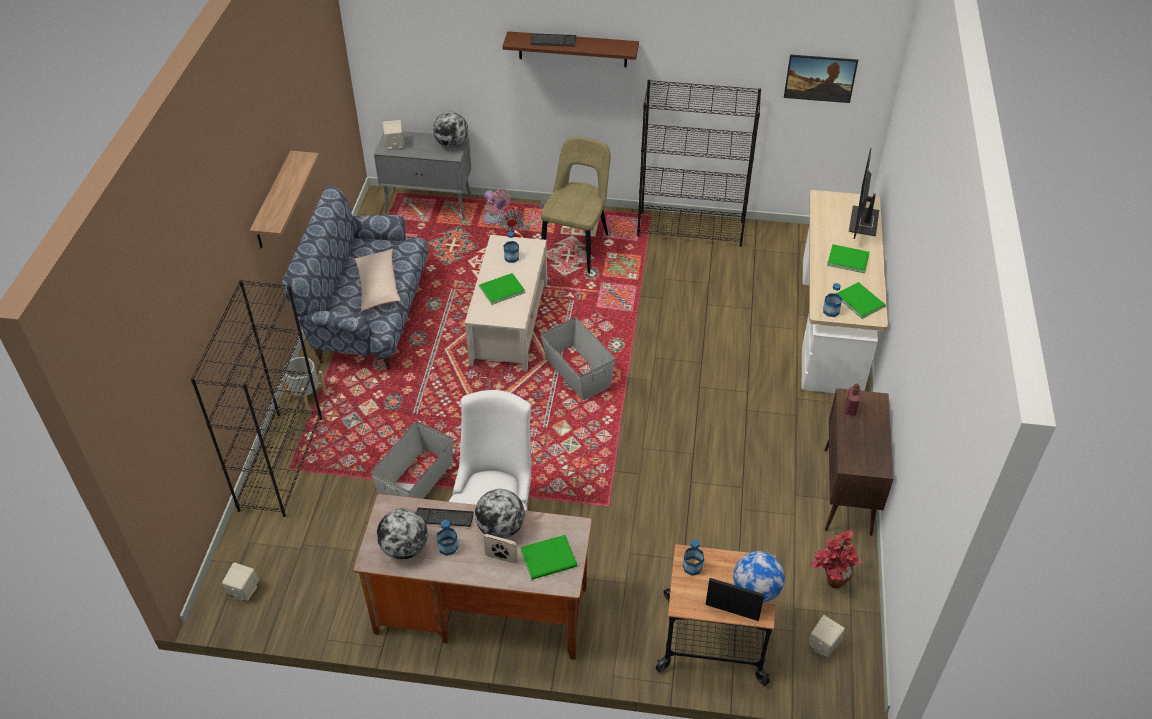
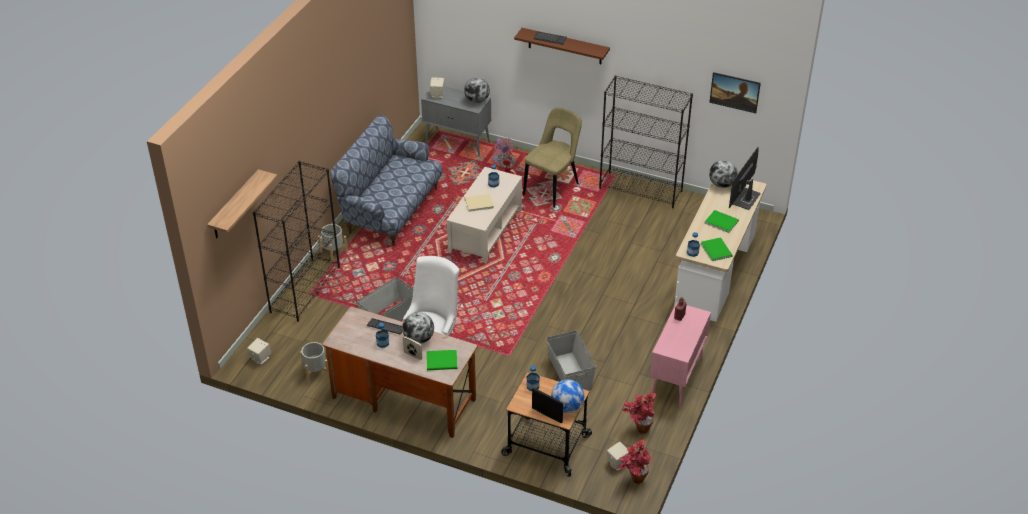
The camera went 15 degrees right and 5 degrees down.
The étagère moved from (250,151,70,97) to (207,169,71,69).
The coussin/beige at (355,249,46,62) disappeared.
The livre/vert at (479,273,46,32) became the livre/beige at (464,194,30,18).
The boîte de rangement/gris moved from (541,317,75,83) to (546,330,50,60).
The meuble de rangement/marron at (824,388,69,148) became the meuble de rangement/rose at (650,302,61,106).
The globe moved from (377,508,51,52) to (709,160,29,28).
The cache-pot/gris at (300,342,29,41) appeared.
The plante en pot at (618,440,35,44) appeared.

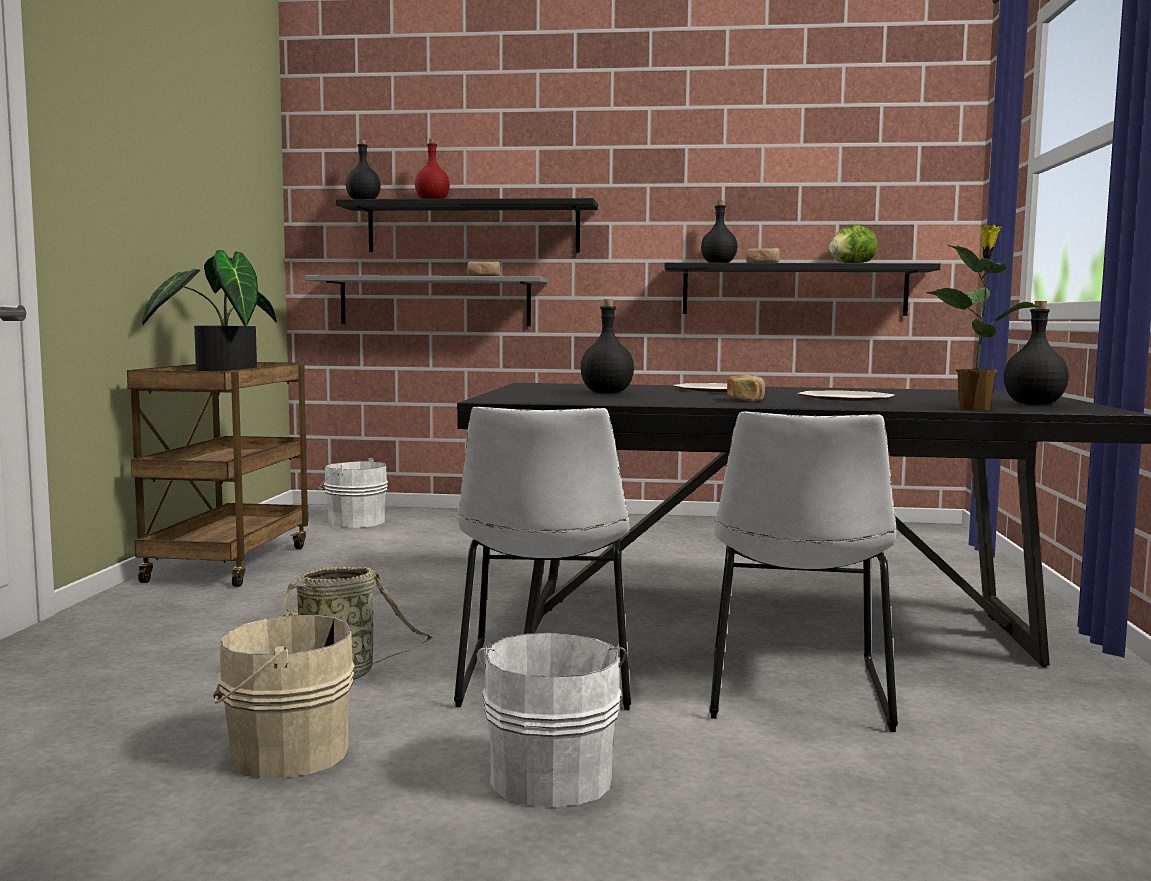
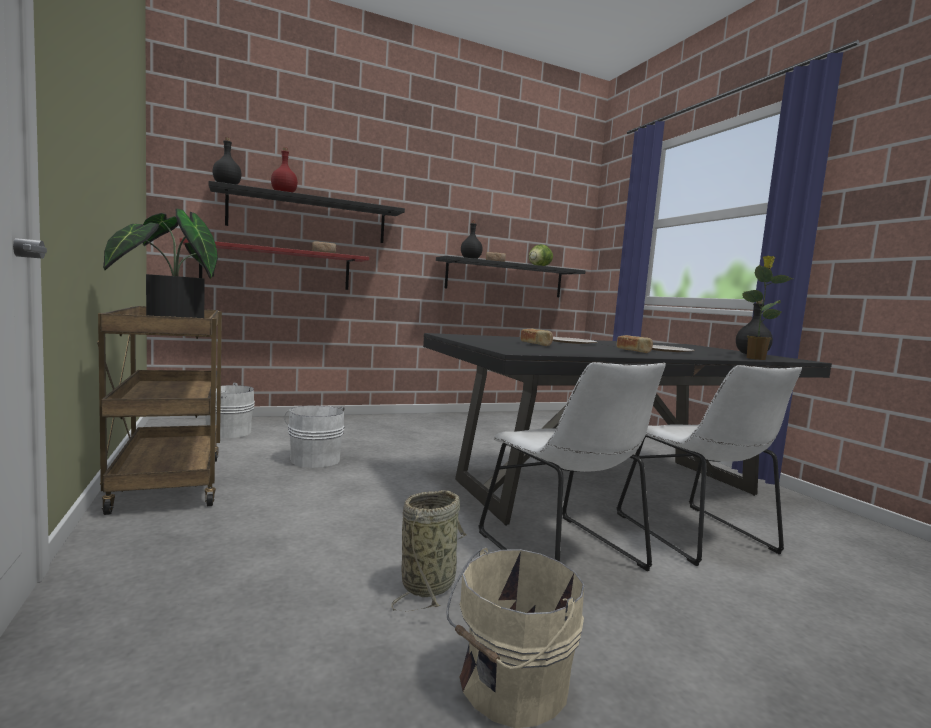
The camera went 30 degrees left and 0 degrees up.
The étagère/gris at (305,275,243,51) became the étagère/rouge at (180,238,189,52).
The bouteille/noir at (581,299,53,95) was replaced by the pain at (520,328,33,18).
The seau/blanc moved from (476,633,151,174) to (284,405,61,63).

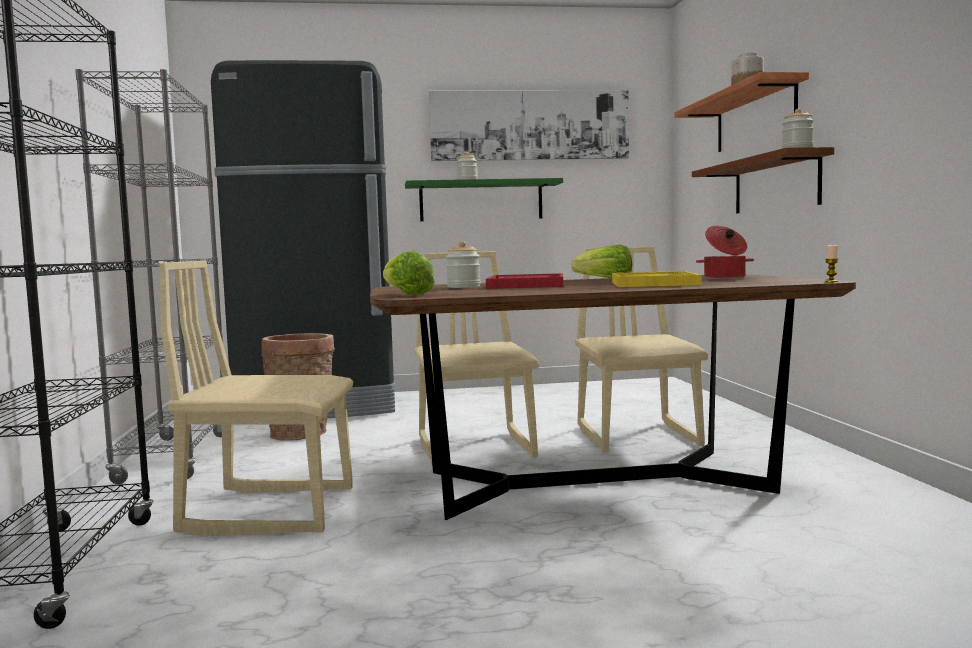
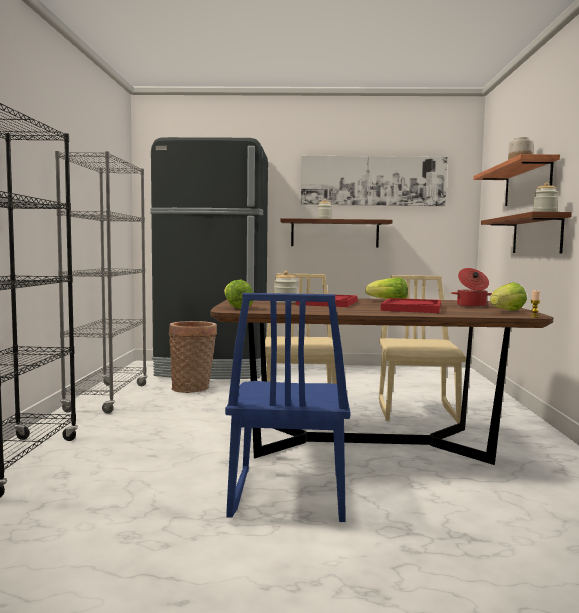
The camera went 10 degrees right and 0 degrees up.
The étagère/vert at (405,178,158,43) became the étagère/marron at (280,218,113,29).
The chaise/beige at (159,261,194,275) disappeared.
The plateau/jaune at (612,271,90,16) became the plateau/rouge at (381,298,60,15).
The laitue at (490,282,37,29) appeared.
The chaise/bleu at (225,293,125,229) appeared.

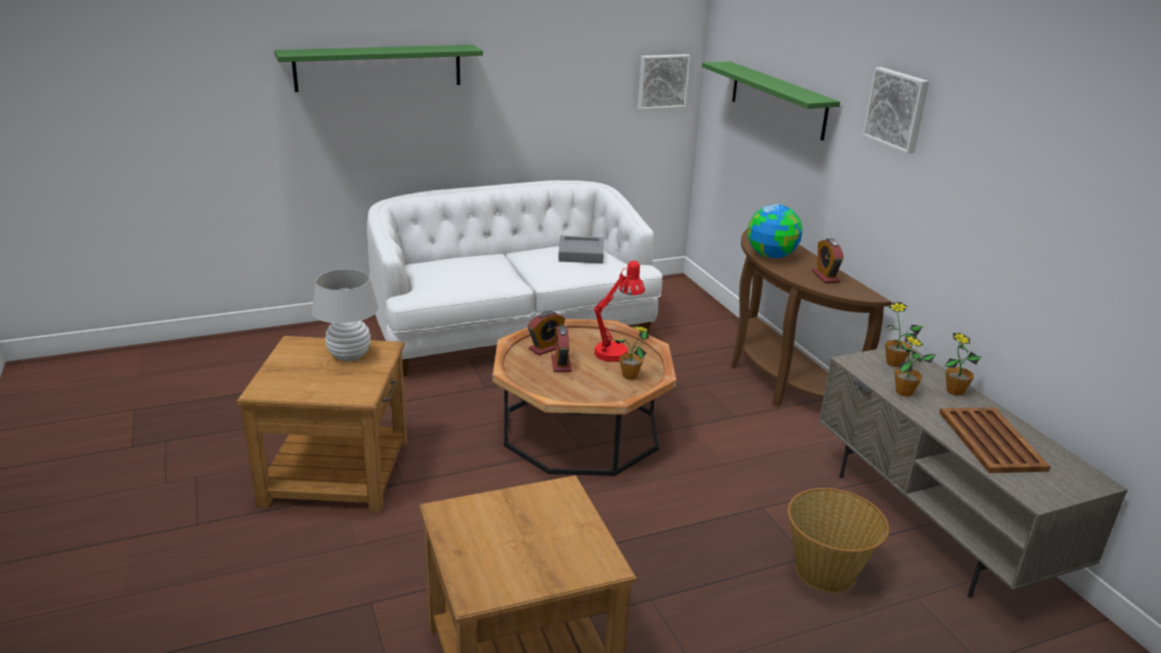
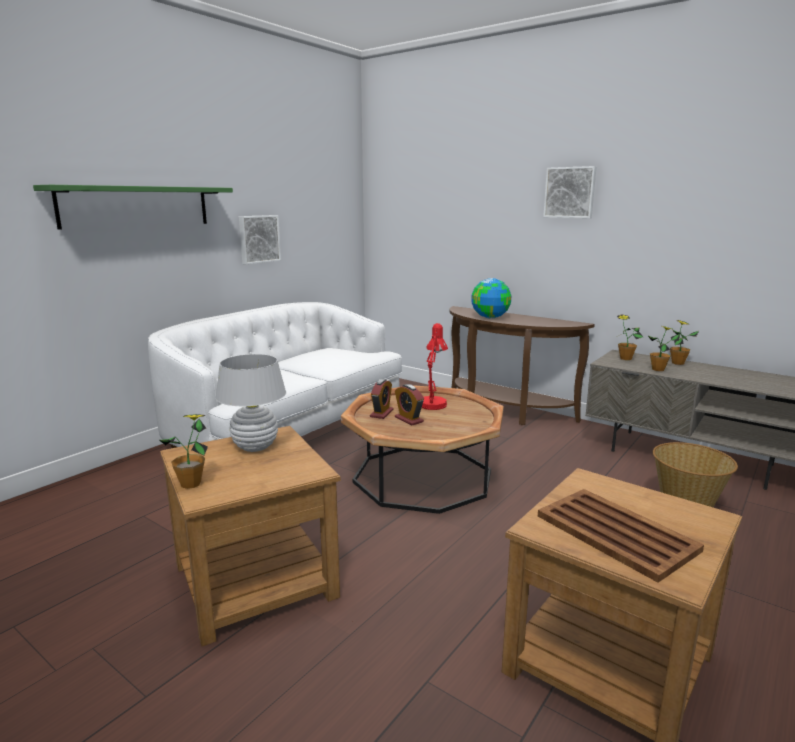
The camera went 30 degrees left and 10 degrees down.
The tableau moved from (637,54,53,56) to (239,215,42,49).
The étagère/vert at (702,61,138,80) disappeared.
The plateau/gris at (558,236,46,27) disappeared.
The réveil at (812,238,32,45) disappeared.
The plante en pot moved from (615,326,34,54) to (160,414,48,75).
The plateau/marron moved from (939,407,112,66) to (538,489,166,94).

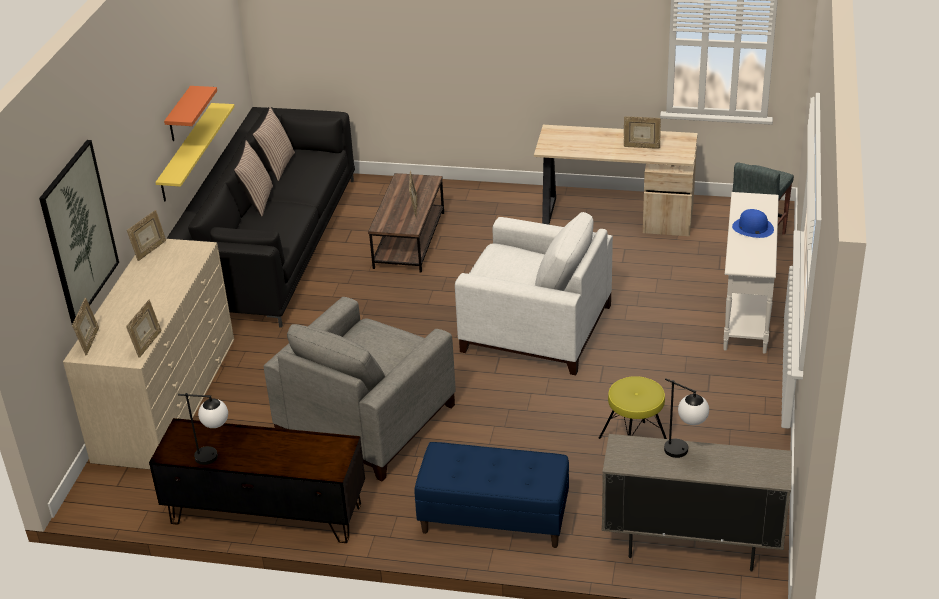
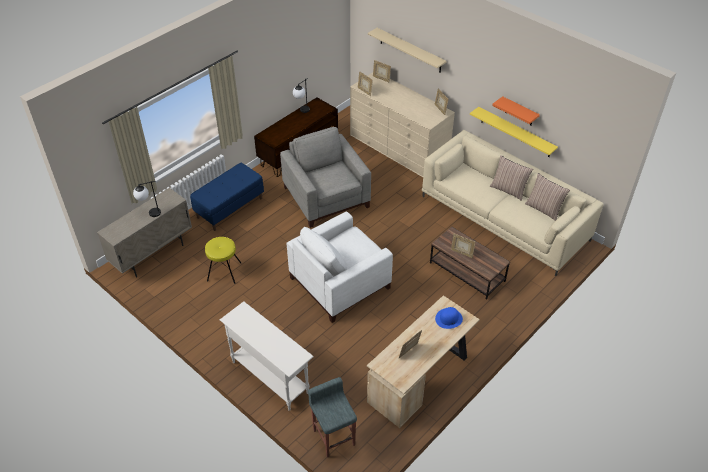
The camera went 120 degrees right and 10 degrees up.
The canapé/noir at (167,107,188,221) became the canapé/beige at (422,130,182,146).
The tableau at (39,140,80,184) was replaced by the étagère/beige at (368,28,79,45).
The chapeau/bleu moved from (732,209,42,29) to (435,307,28,22).

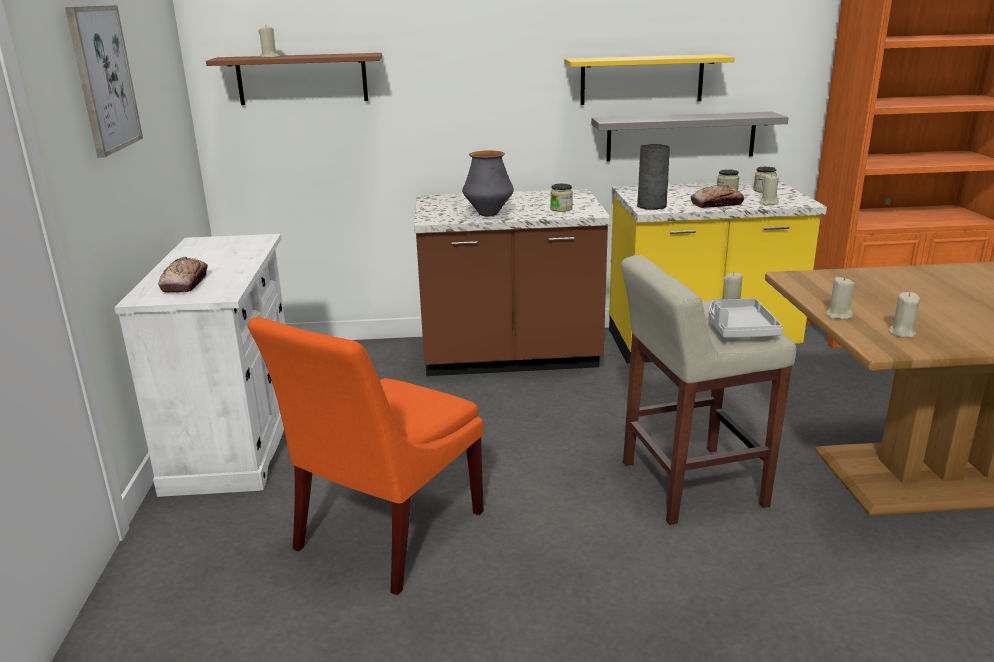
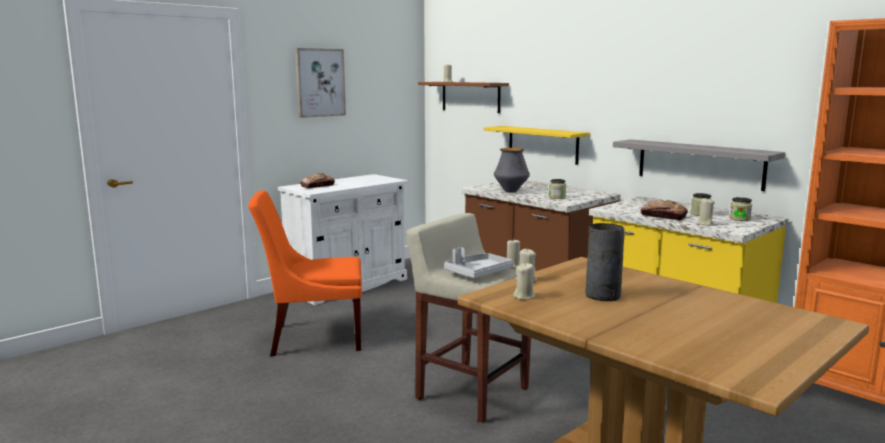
The camera went 50 degrees right and 10 degrees down.
The étagère/jaune moved from (564,54,171,51) to (484,126,106,39).
The vase/gris moved from (637,144,33,66) to (585,223,40,78).

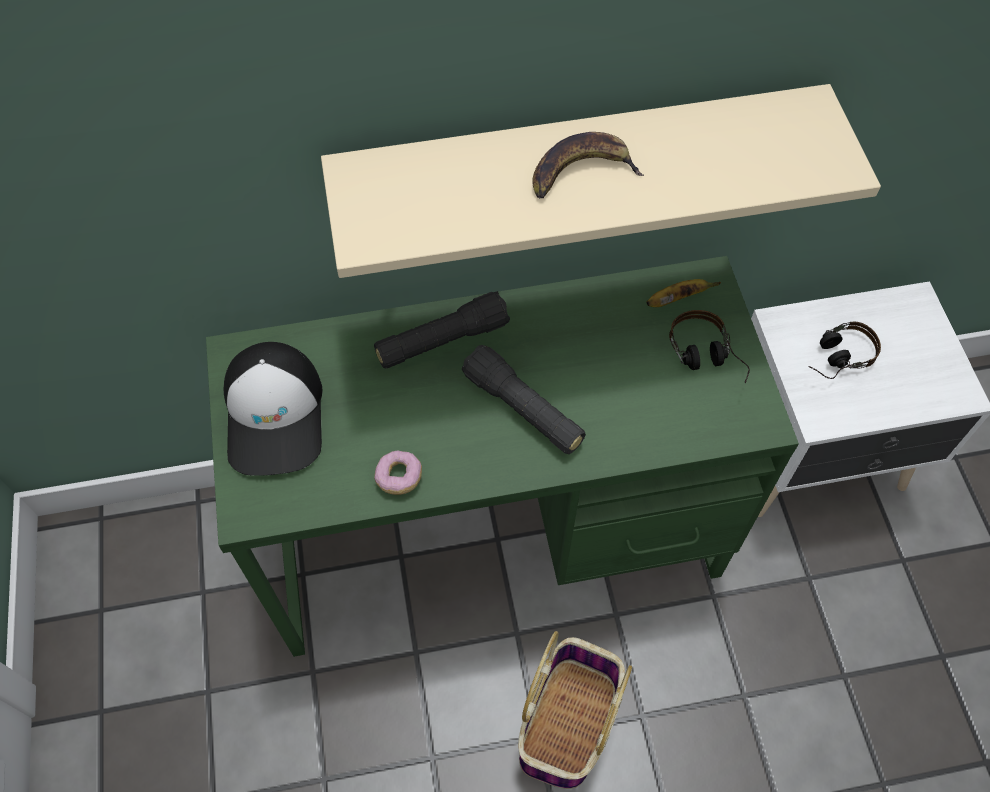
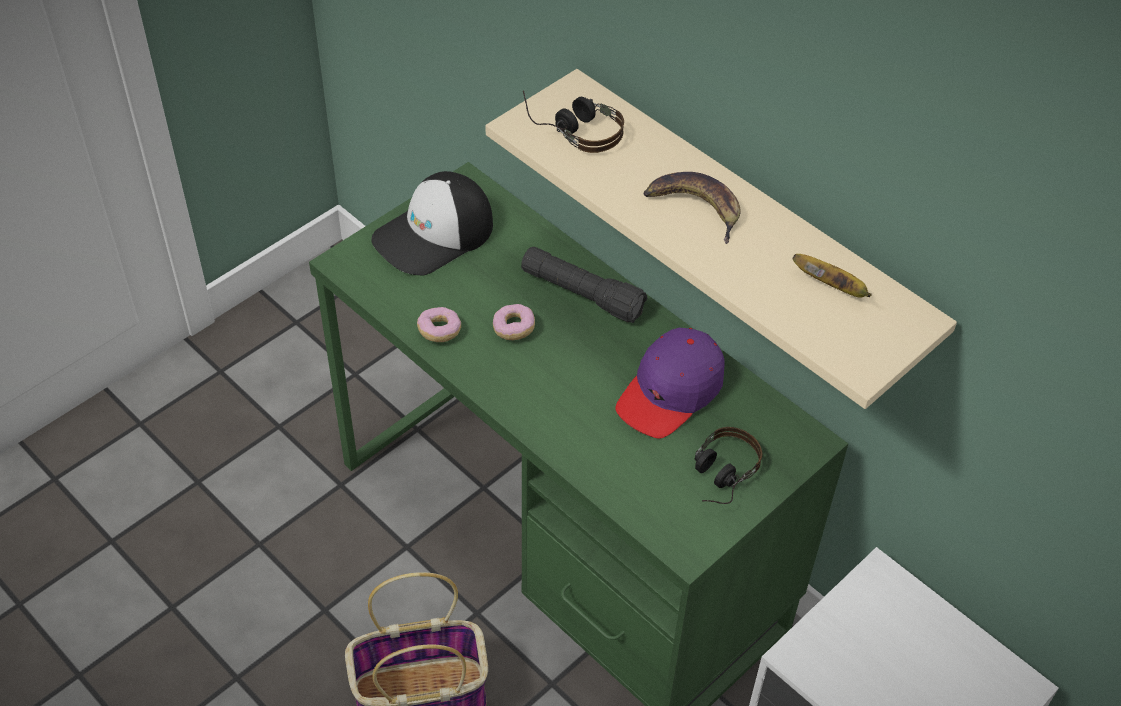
The camera went 55 degrees right and 10 degrees down.
The banane moved from (646,279,75,28) to (793,254,79,44).
The casque audio moved from (809,322,72,57) to (523,90,101,63).
The lampe de poche/noir at (462,345,124,109) disappeared.
The beignet at (493,304,42,36) appeared.
The casquette/violet at (615,328,110,110) appeared.

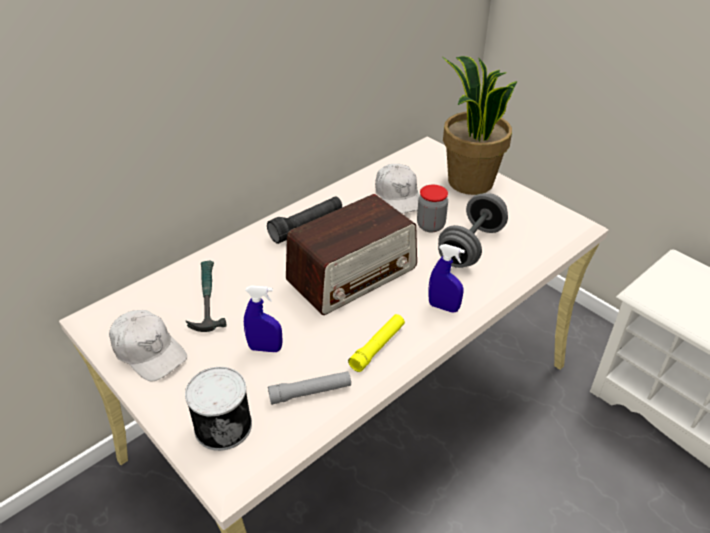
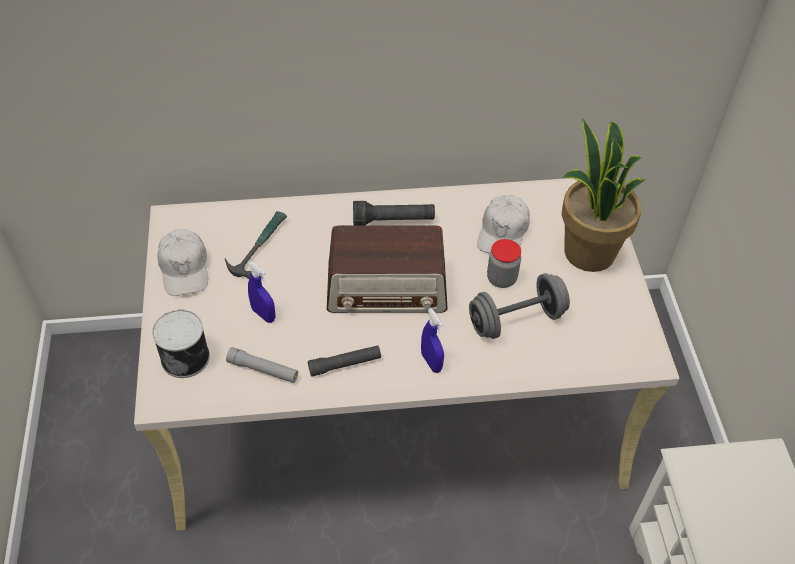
The camera went 35 degrees right and 10 degrees up.
The lampe de poche/jaune at (348,314,57,58) became the lampe de poche/noir at (308,345,73,32).

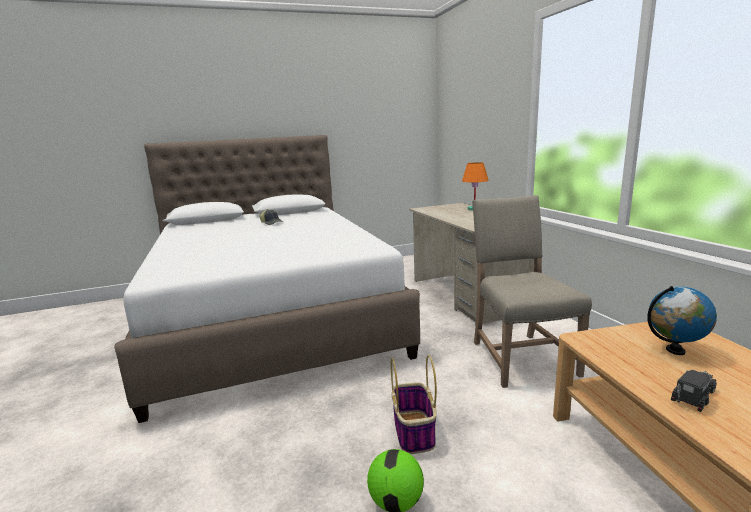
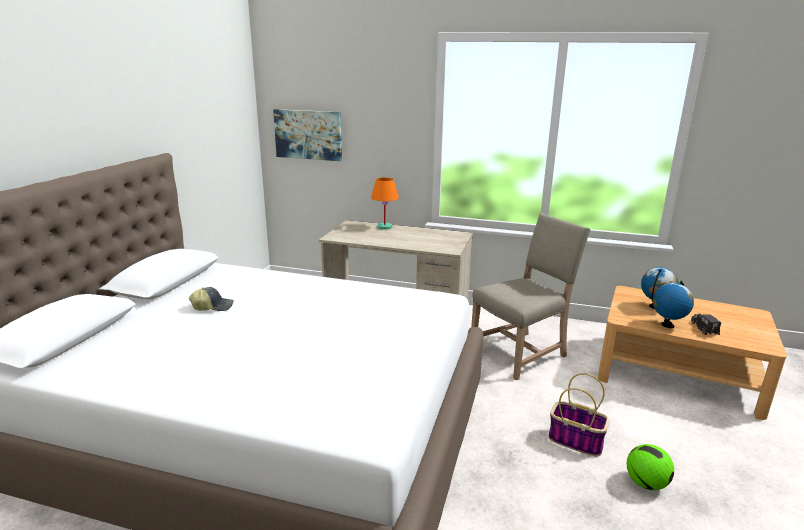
The camera went 55 degrees left and 5 degrees up.
The chaise/beige at (472,195,120,193) turned 120 degrees clockwise.
The tableau at (273,109,69,52) appeared.
The globe at (653,281,41,47) appeared.

